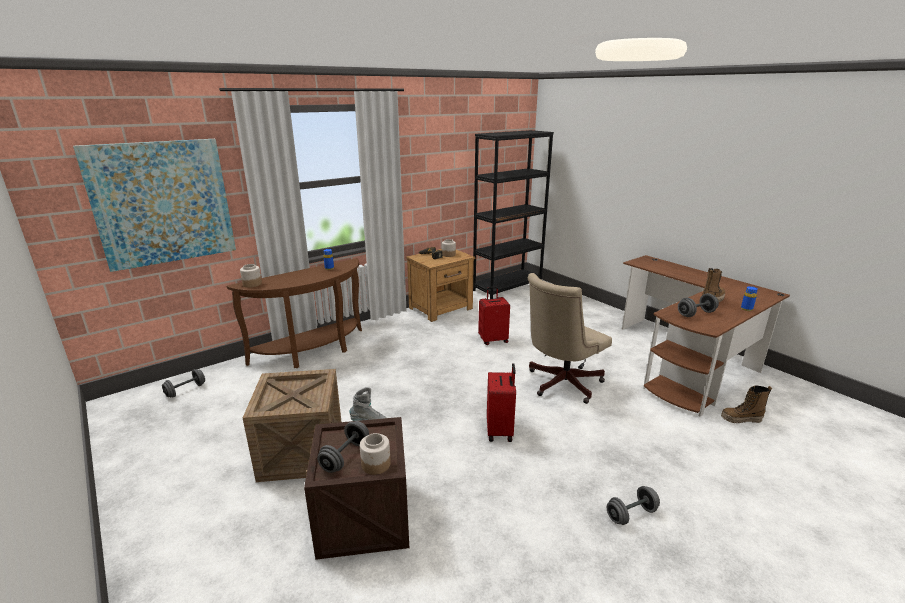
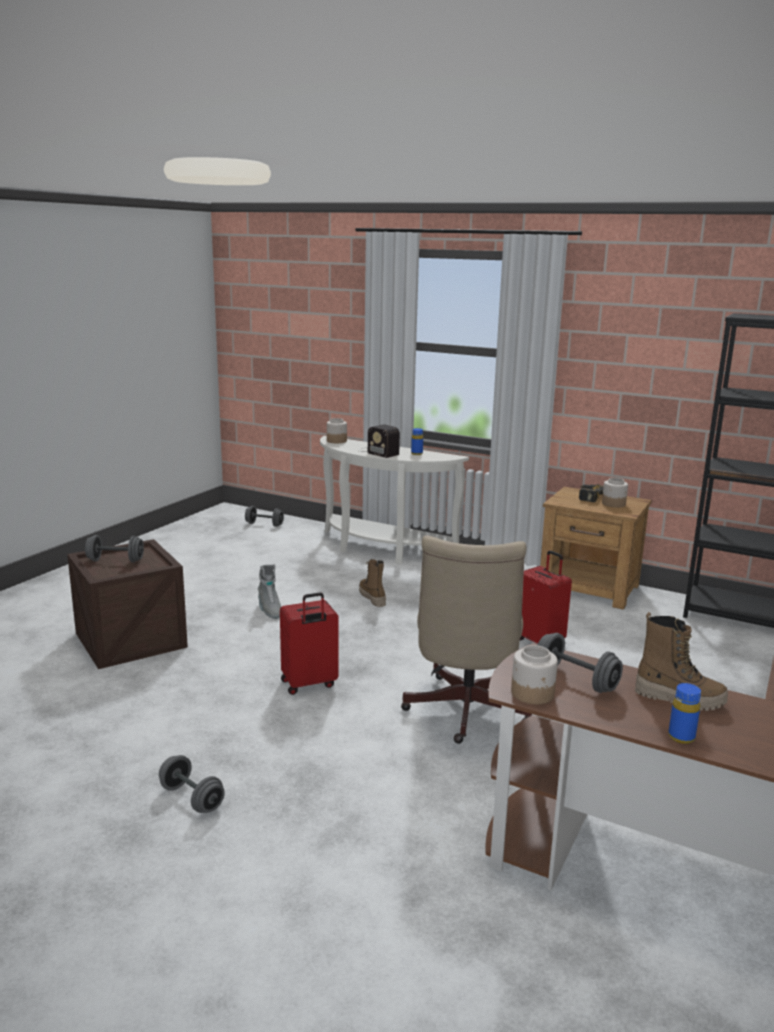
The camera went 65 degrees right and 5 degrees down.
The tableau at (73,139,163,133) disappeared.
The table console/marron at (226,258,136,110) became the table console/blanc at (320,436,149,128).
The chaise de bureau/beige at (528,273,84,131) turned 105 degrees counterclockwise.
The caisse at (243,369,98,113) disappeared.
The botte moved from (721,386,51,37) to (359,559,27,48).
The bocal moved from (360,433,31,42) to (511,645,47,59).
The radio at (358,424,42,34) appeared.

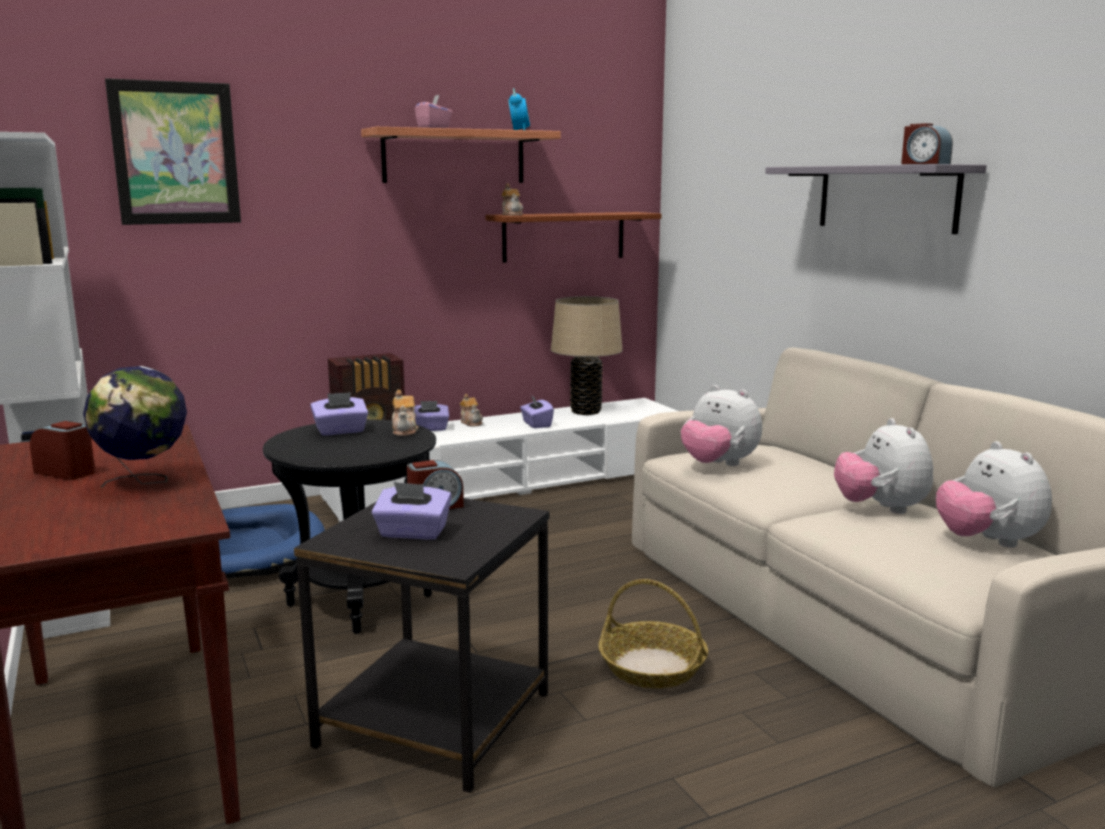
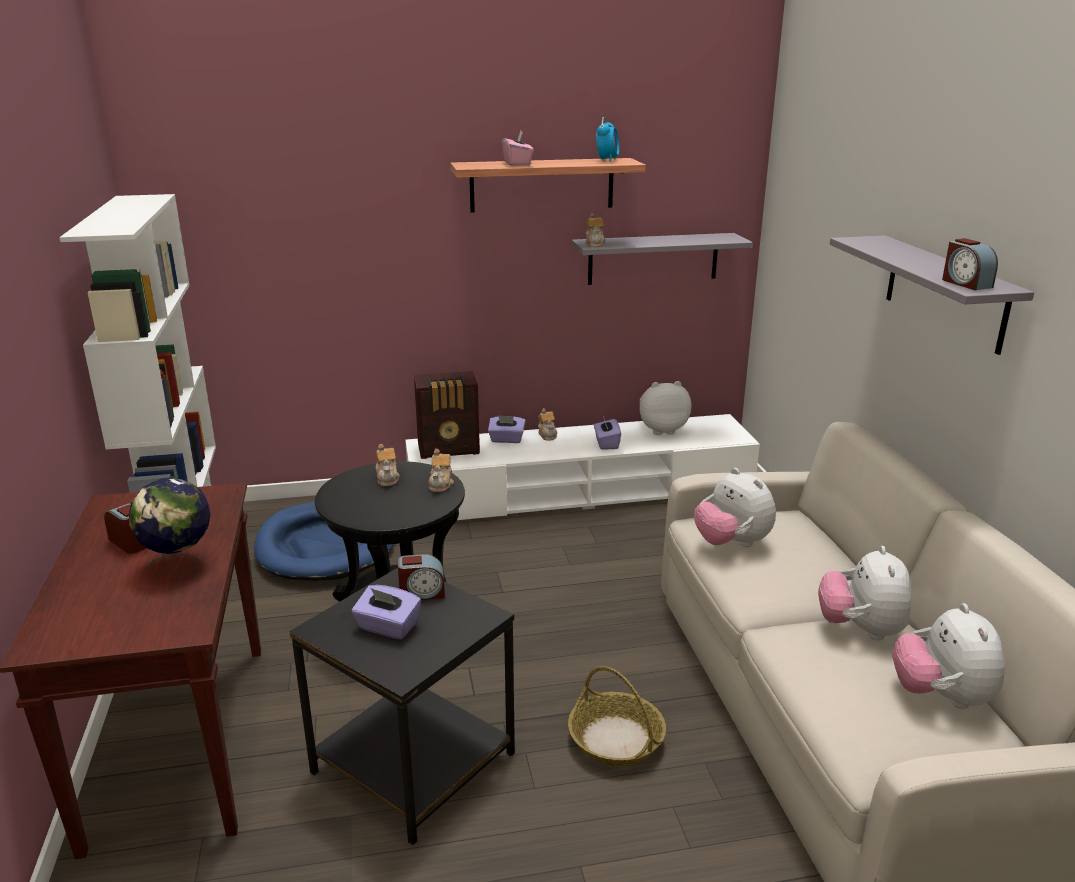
The camera went 15 degrees right and 10 degrees up.
The tableau at (105,78,136,147) disappeared.
The étagère/marron at (485,212,176,51) became the étagère/gris at (572,233,181,52).
The lampe de table/beige at (551,296,72,119) was replaced by the peluche at (639,381,52,54).
The boîte à mouchoirs/violet at (310,392,58,44) was replaced by the théière at (375,444,25,42).

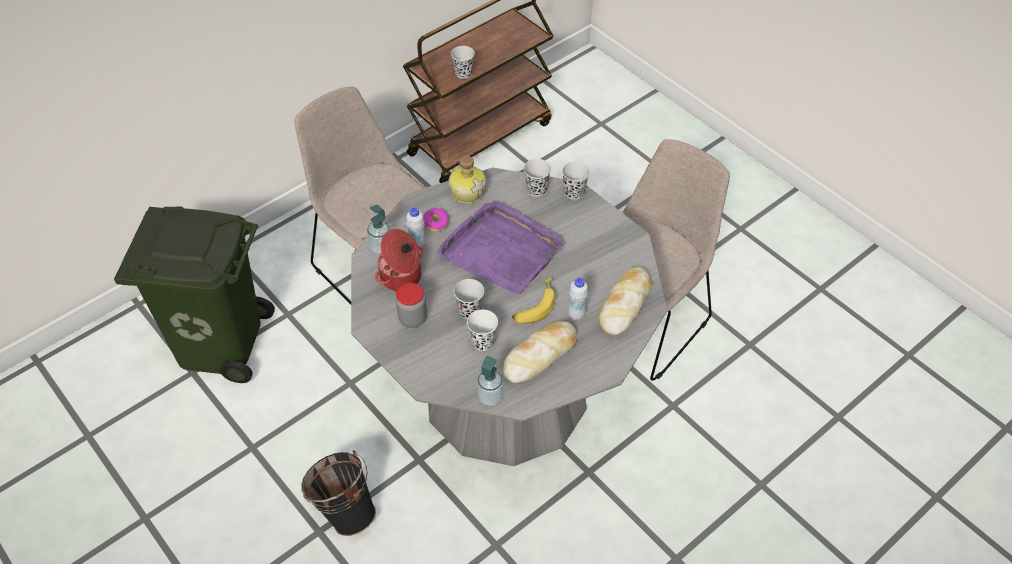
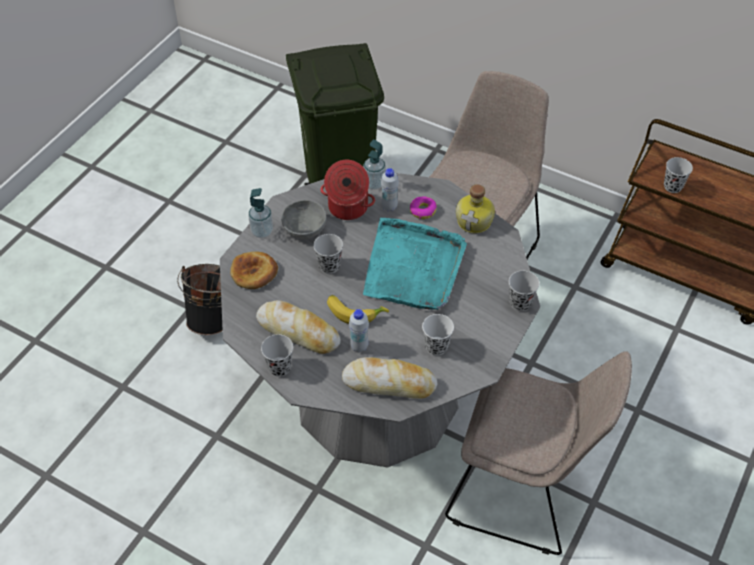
The camera went 70 degrees right and 0 degrees up.
The tasse/noir moved from (524,159,27,38) to (261,334,32,43).
The plateau/violet at (436,200,128,94) became the plateau/turquoise at (363,218,104,92).
The bocal at (396,283,31,45) was replaced by the bol/gris at (281,200,46,39).
The tasse/blanc moved from (467,309,31,42) to (422,314,32,42).
The distributeur de savon moved from (477,356,26,50) to (248,188,25,50).
The pain at (230,251,48,38) appeared.

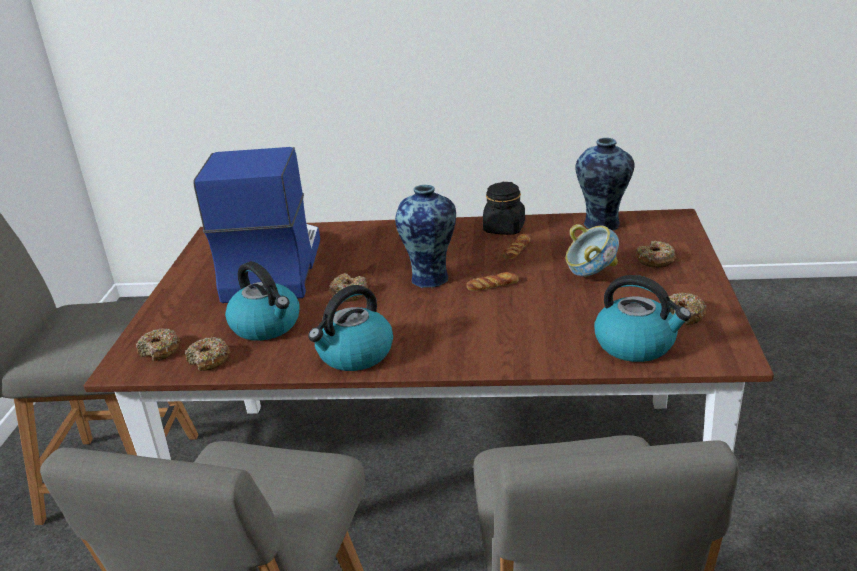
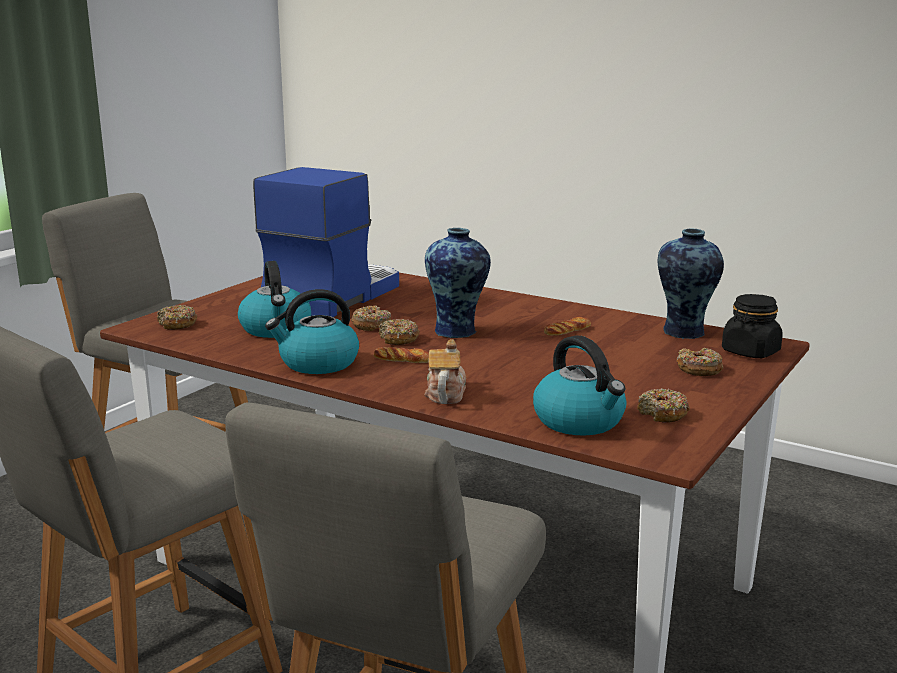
The camera went 25 degrees right and 10 degrees down.
The bocal/noir moved from (483,182,42,53) to (722,294,61,64).
The bol at (566,224,53,53) disappeared.
The pain moved from (466,272,53,19) to (374,347,55,16).
The beignet moved from (185,337,45,34) to (379,319,41,26).
The théière at (425,339,41,65) appeared.

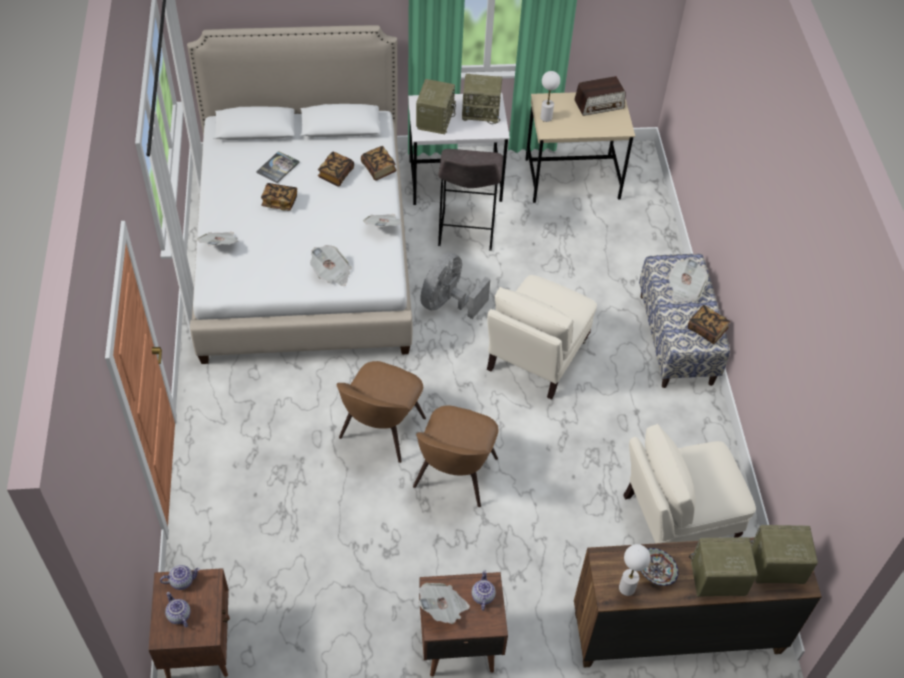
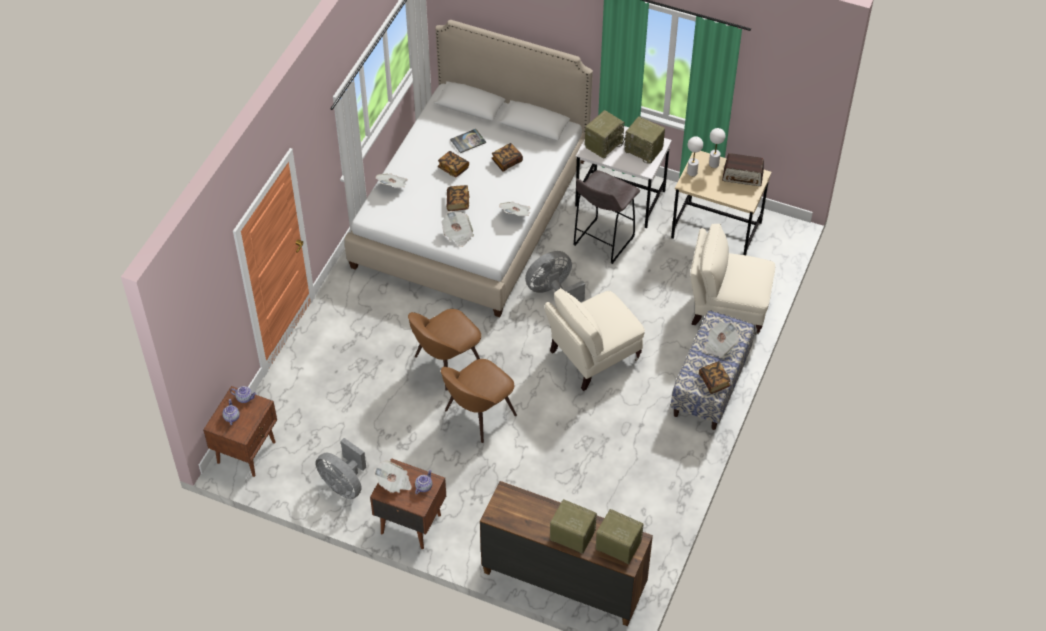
The camera went 30 degrees right and 0 degrees up.
The livre moved from (361,146,36,35) to (447,185,23,26).
The fauteuil/beige moved from (623,424,133,119) to (690,224,85,111).
The lampe de table/blanc moved from (619,544,32,52) to (709,128,16,40).
The bol at (641,548,38,38) disappeared.
The ventilateur/gris at (315,438,51,61) appeared.

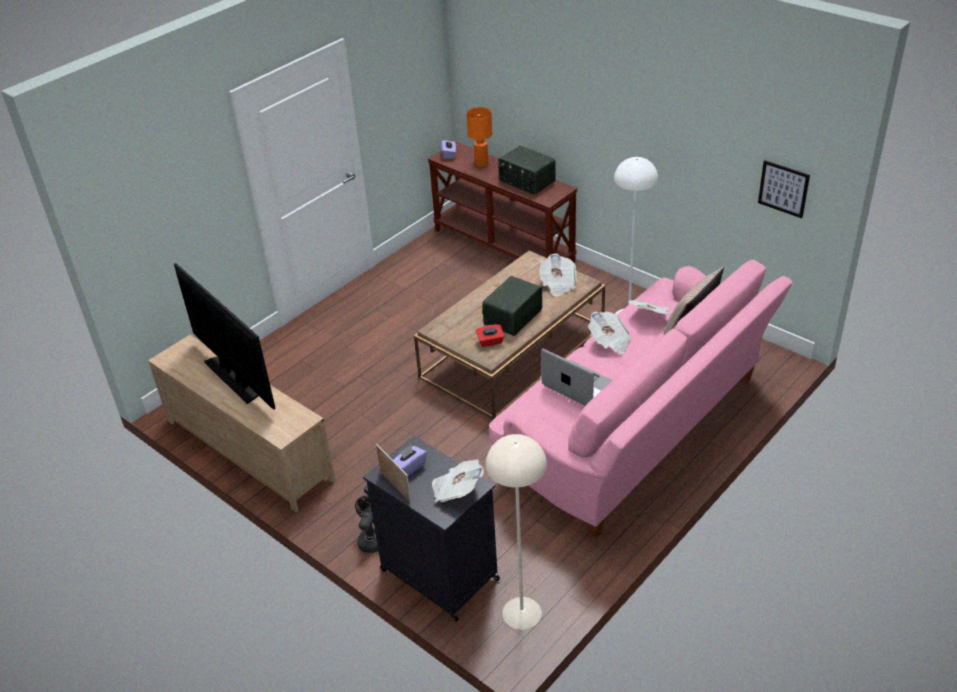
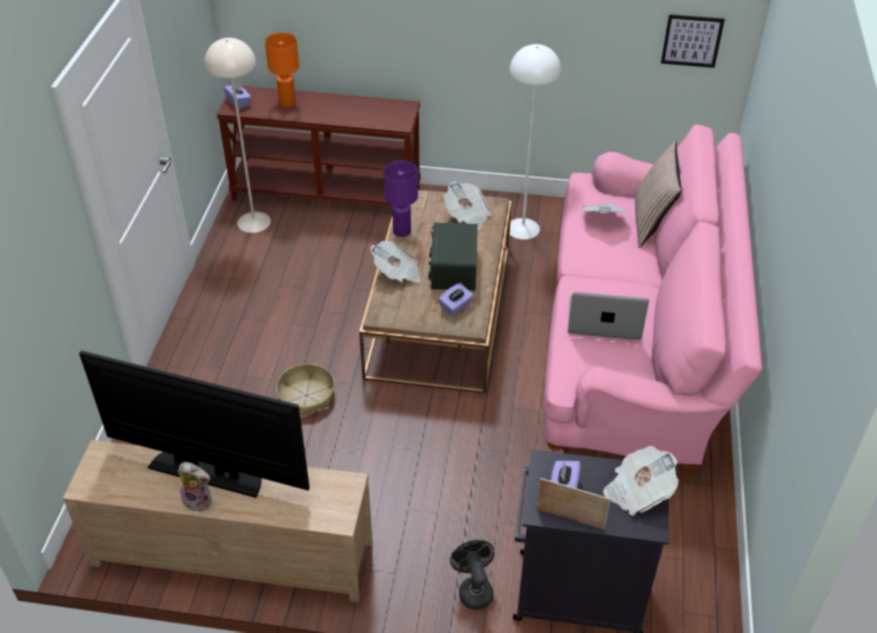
The camera went 35 degrees left and 5 degrees up.
The radio at (498,146,58,49) disappeared.
The journal moved from (588,311,44,43) to (370,241,50,42).
The boîte à mouchoirs/rouge at (476,324,28,23) became the boîte à mouchoirs/violet at (439,283,34,33).
The lampadaire/beige moved from (486,434,61,196) to (204,38,67,195).
The lampe de table/violet at (383,160,35,77) appeared.
The panier at (276,364,59,52) appeared.
The peluche at (178,462,34,50) appeared.

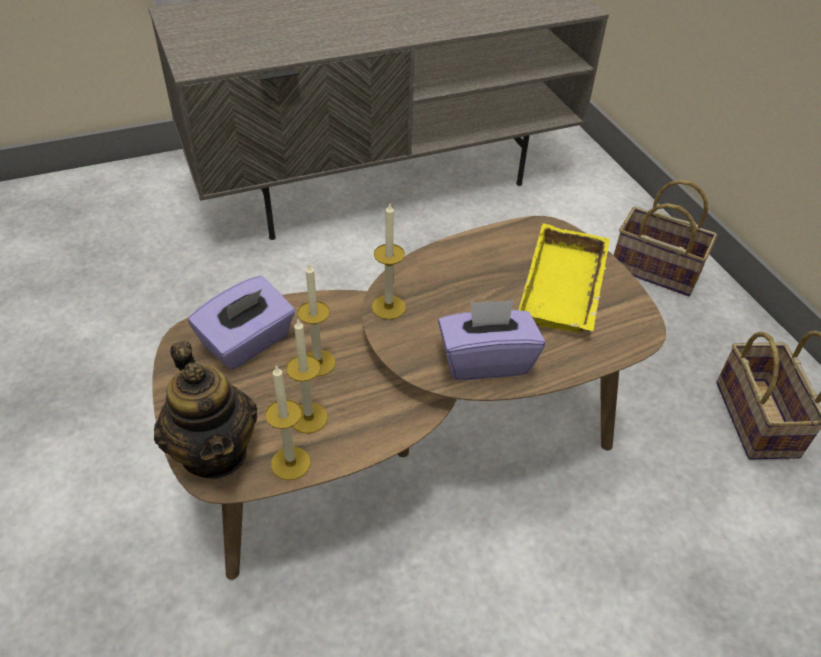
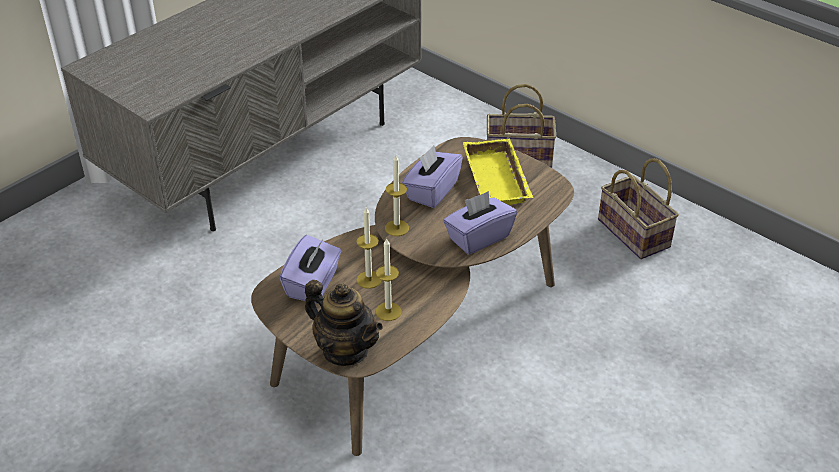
The camera went 25 degrees left and 5 degrees down.
The bougie at (265,365,46,115) disappeared.
The boîte à mouchoirs/violet at (402,145,61,63) appeared.

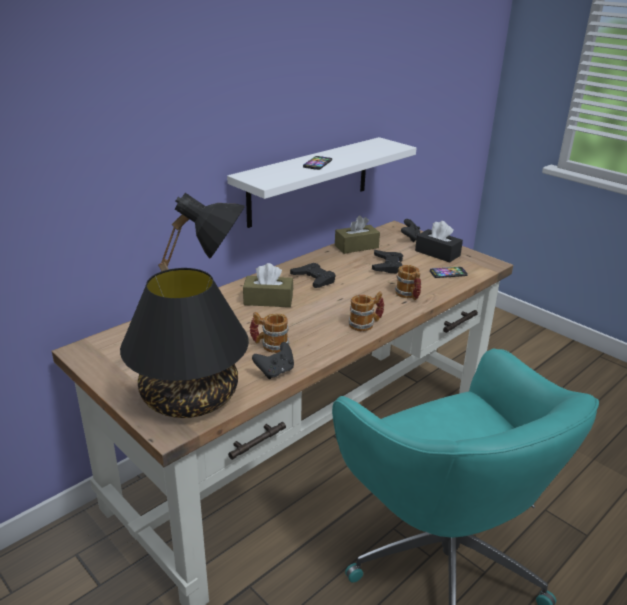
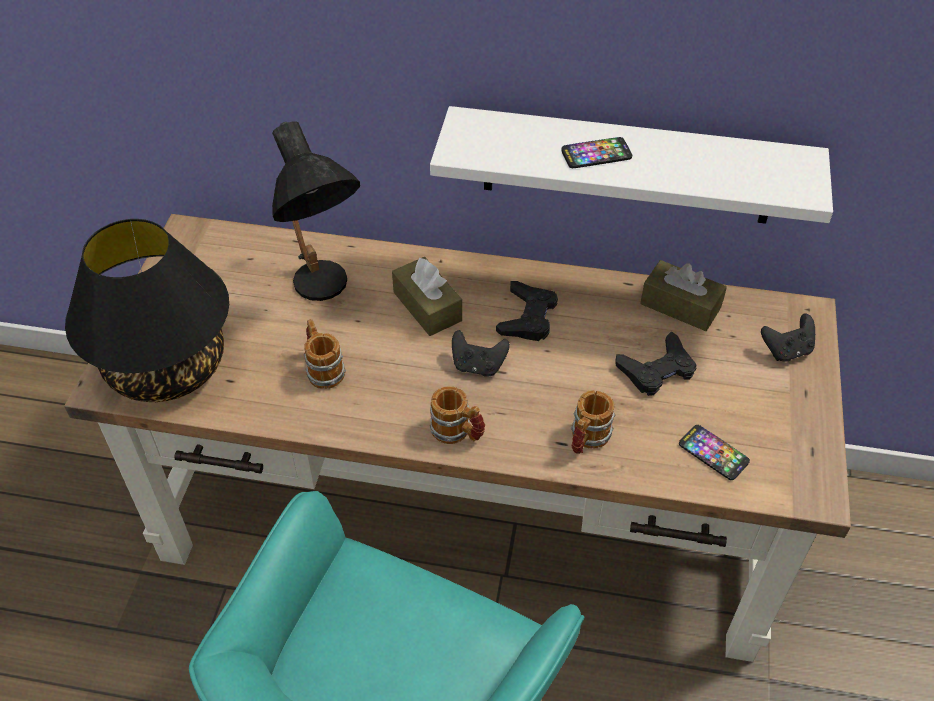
The camera went 55 degrees right and 20 degrees up.
The boîte à mouchoirs/noir at (415,221,48,42) disappeared.
The manette/noir moved from (252,342,42,37) to (452,330,58,47).

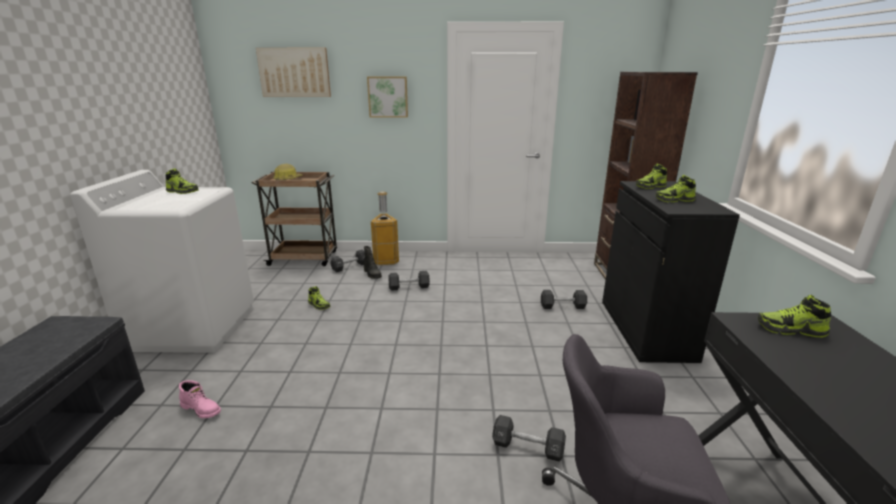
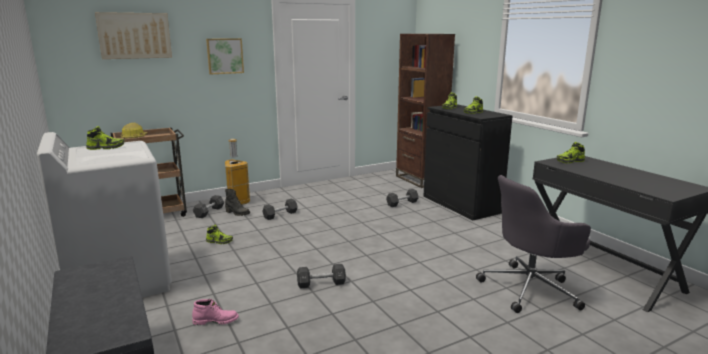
The camera went 30 degrees left and 5 degrees down.
The haltère/noir moved from (492,415,74,47) to (297,264,49,25).

